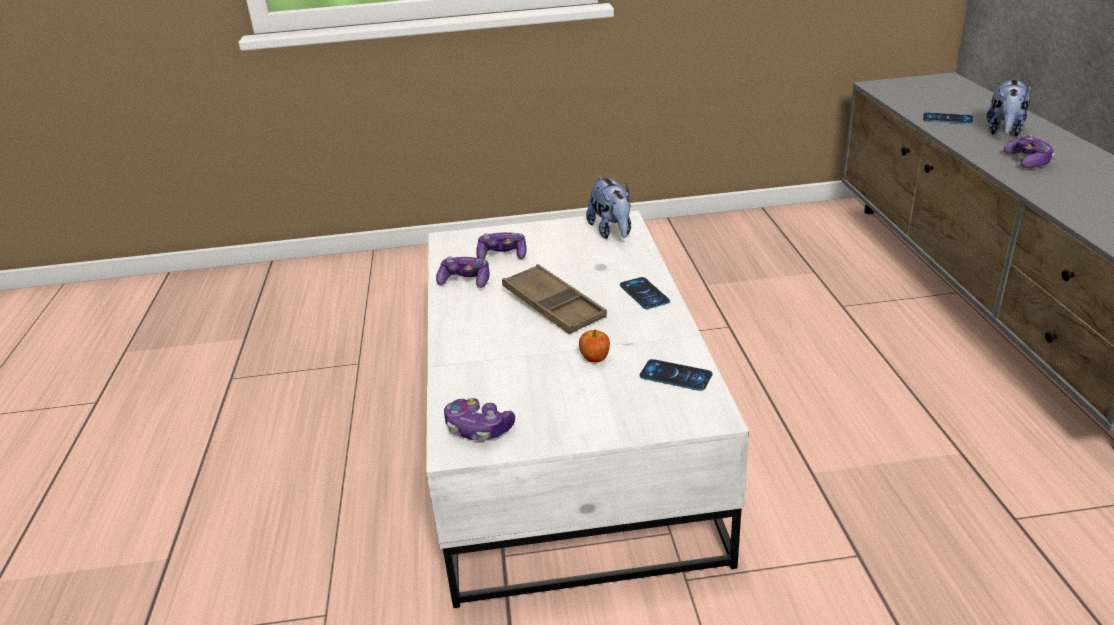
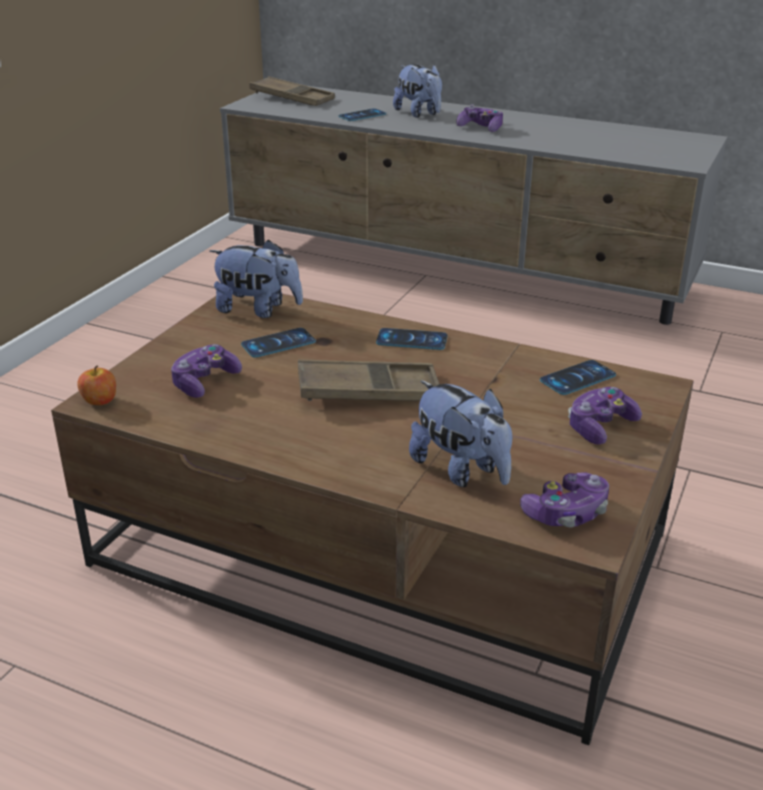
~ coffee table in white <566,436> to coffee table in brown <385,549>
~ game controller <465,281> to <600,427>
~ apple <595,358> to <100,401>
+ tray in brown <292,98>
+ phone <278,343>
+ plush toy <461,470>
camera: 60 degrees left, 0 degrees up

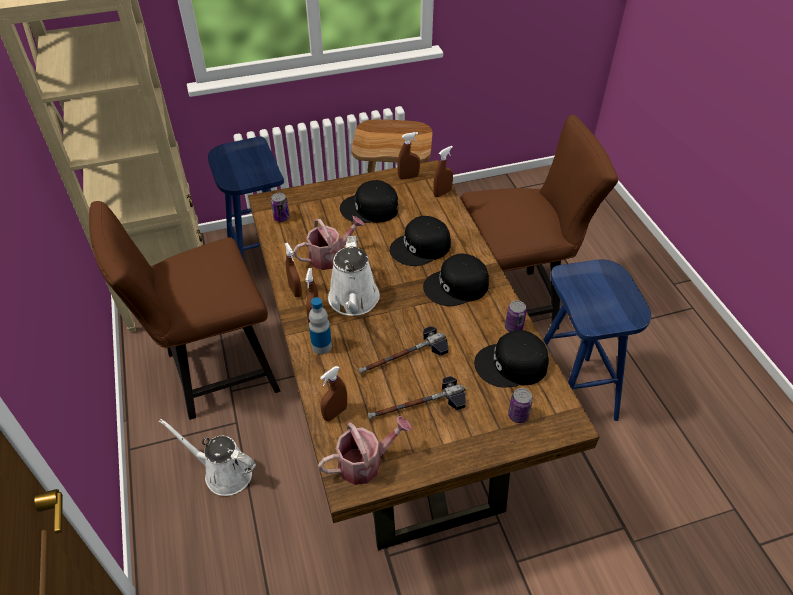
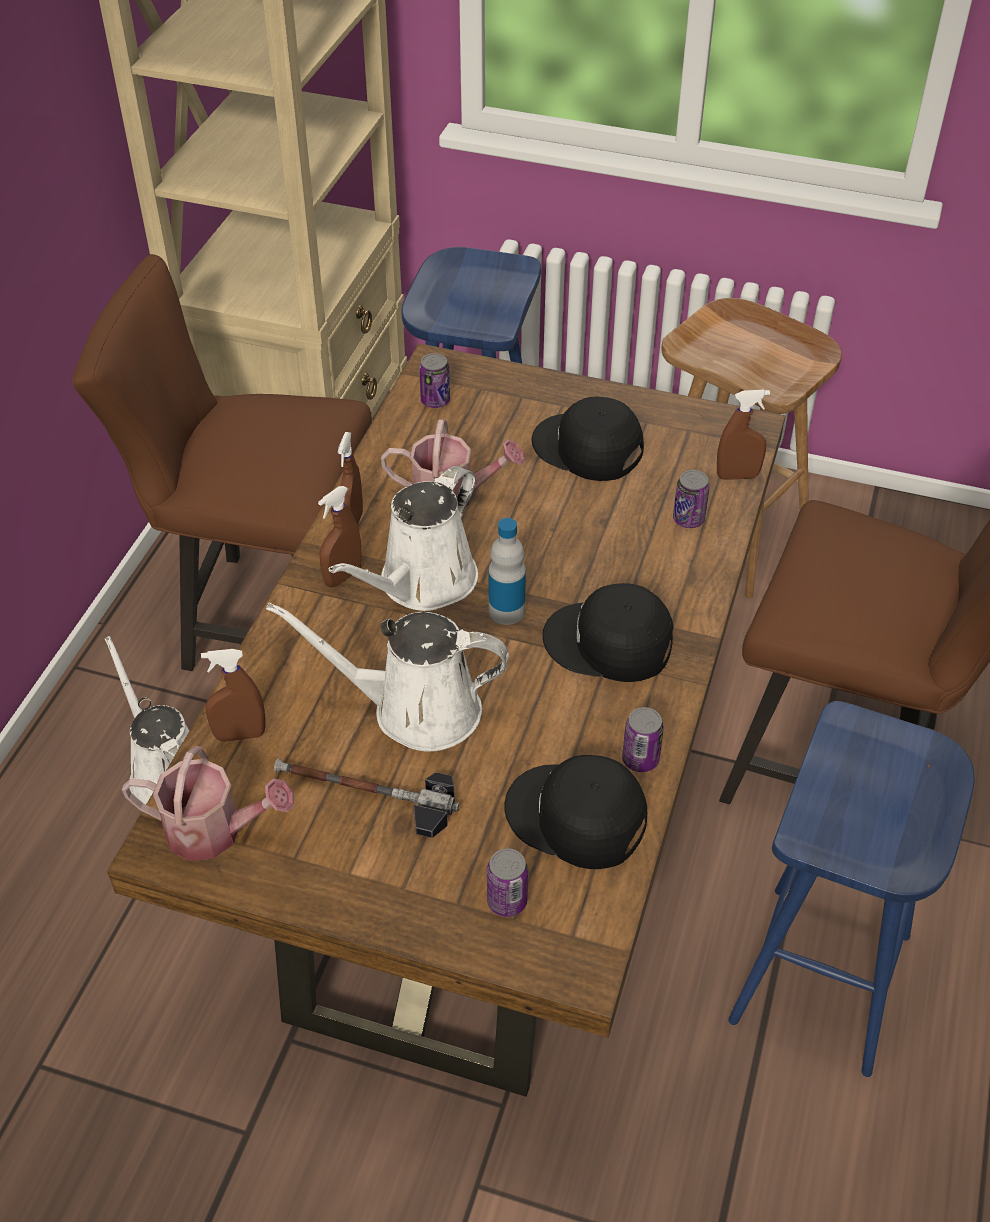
- spray bottle in brown <408,177>
- cap in black <421,247>
~ bottle <321,346> to <506,611>
~ hammer <403,357> to watering can in white <415,709>
+ can <688,519>
camera: 35 degrees right, 0 degrees up

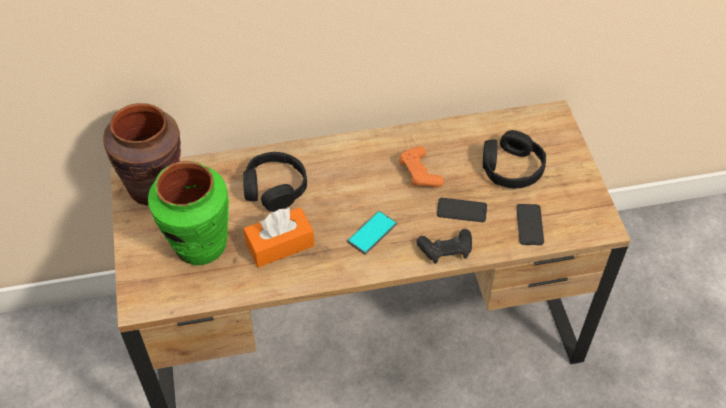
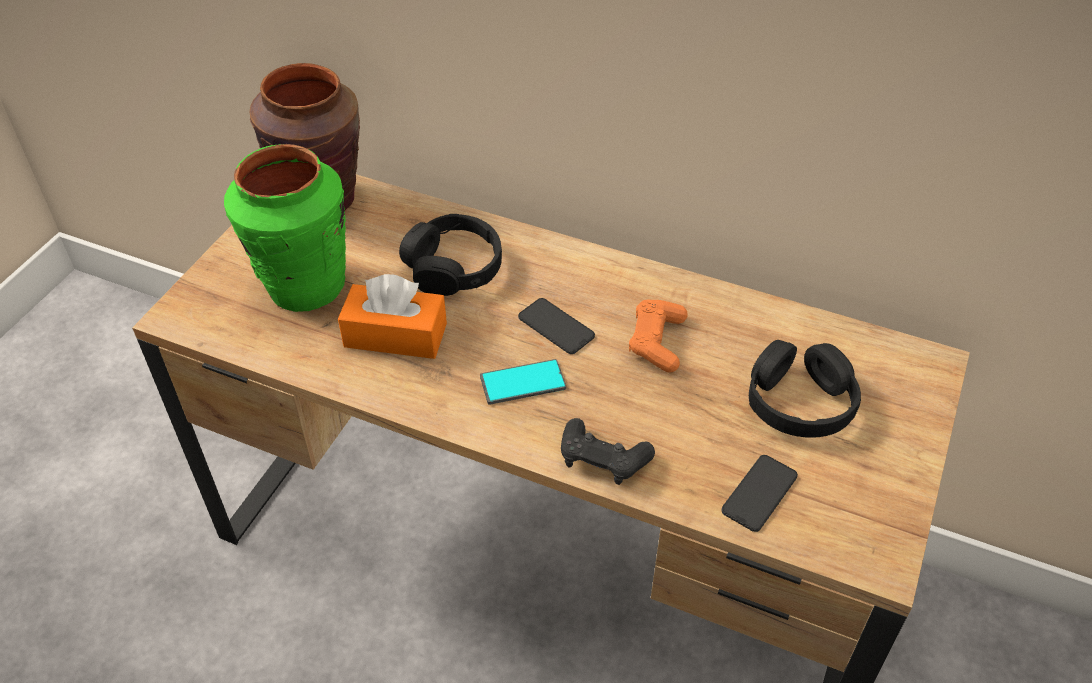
~ phone <461,210> to <556,326>
camera: 35 degrees right, 5 degrees down

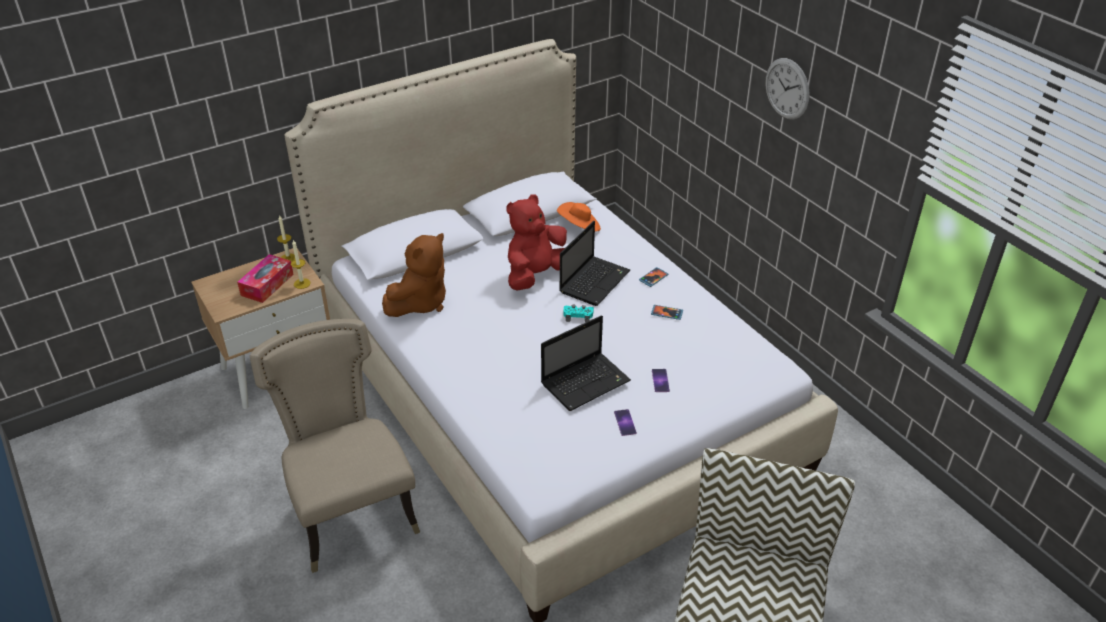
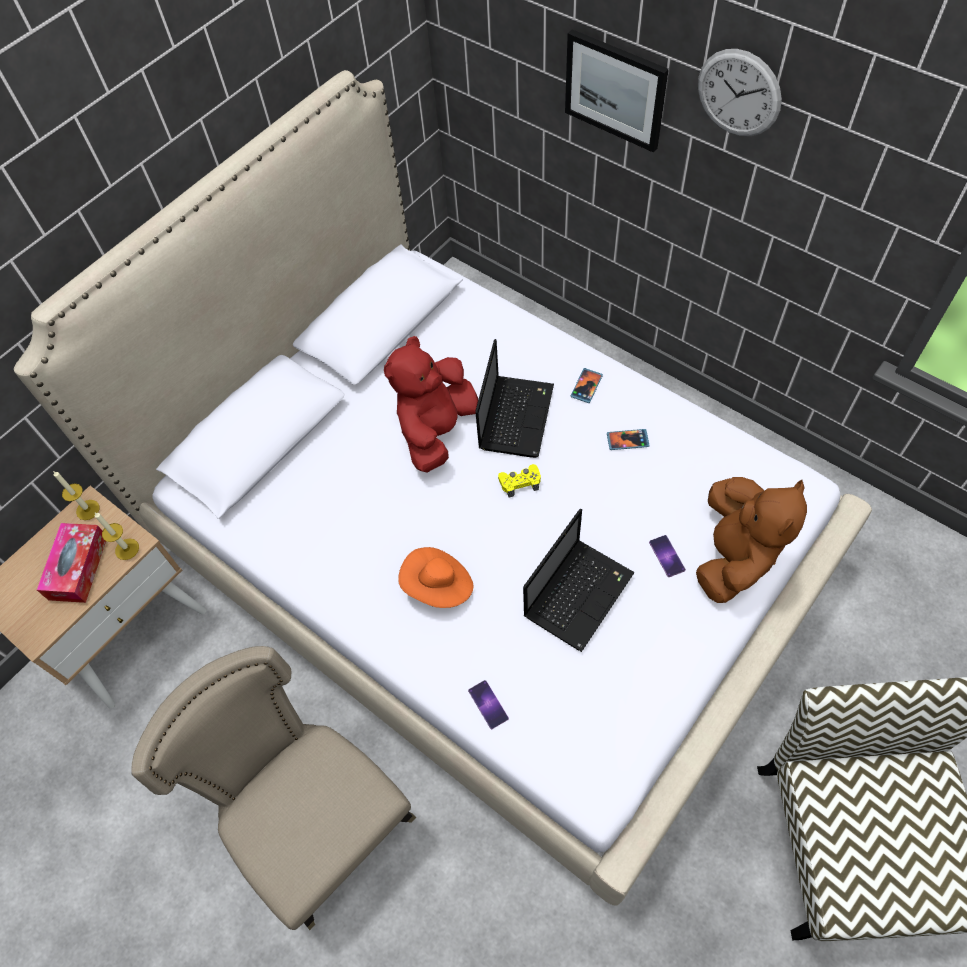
~ hat in orange <579,227> to <438,586>
~ plush toy in brown <420,302> to <734,556>
~ game controller in turquoise <578,316> to game controller in yellow <520,482>
~ phone <625,422> to <488,704>
+ picture <615,90>
camera: 15 degrees left, 20 degrees up

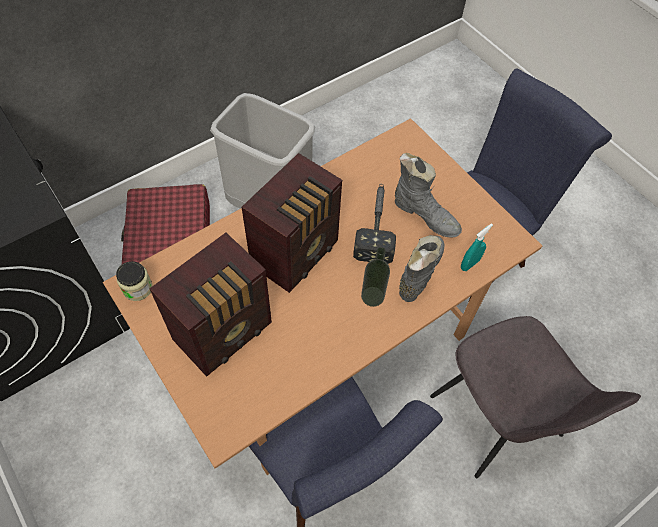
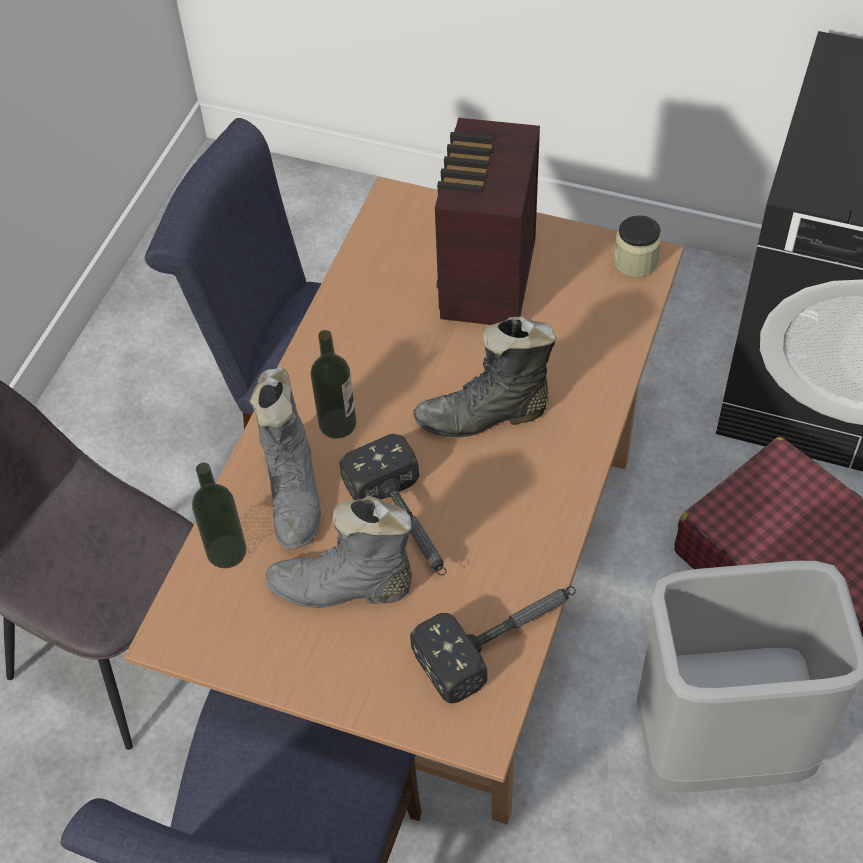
~ radio <297,253> to boot in black <484,416>
~ spray bottle in turquoise <469,264> to bottle <226,551>
+ hammer <502,639>
camera: 150 degrees right, 5 degrees down

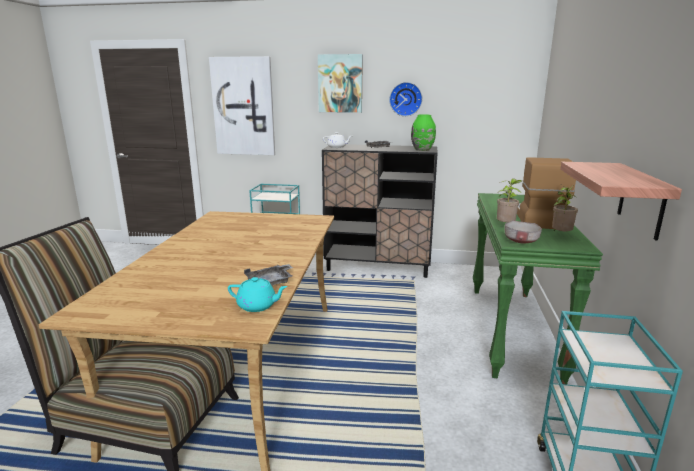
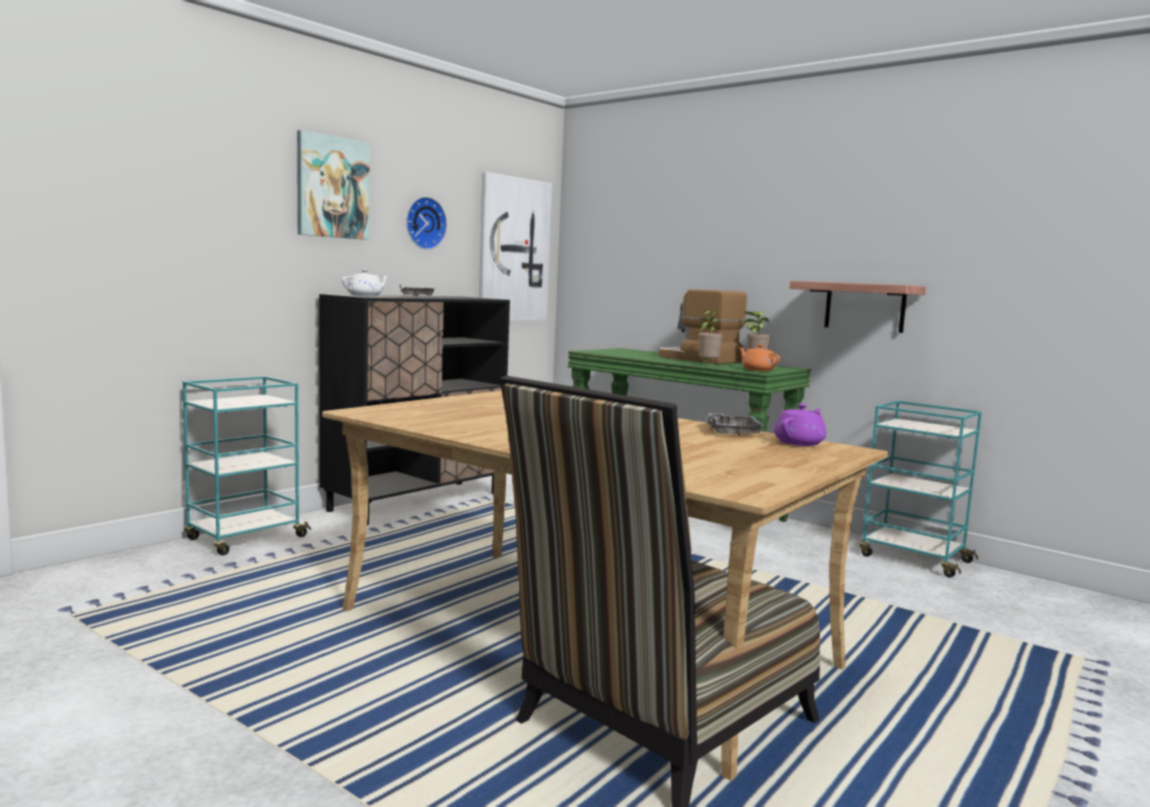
~ picture <243,106> to <513,250>
- vase in green <422,150>
~ bowl in grey <520,241> to teapot in orange <757,370>
~ teapot in turquoise <258,306> to teapot in purple <799,443>
camera: 60 degrees left, 10 degrees down

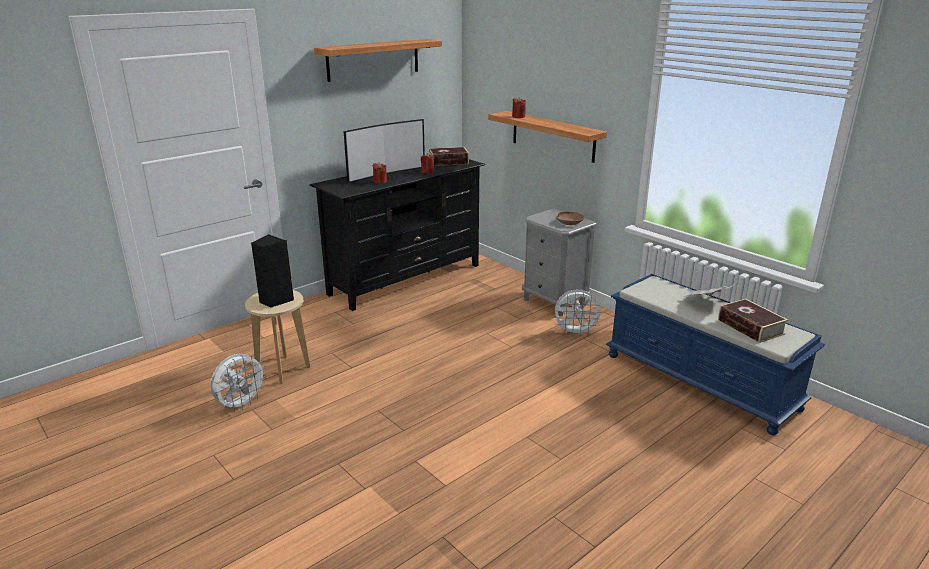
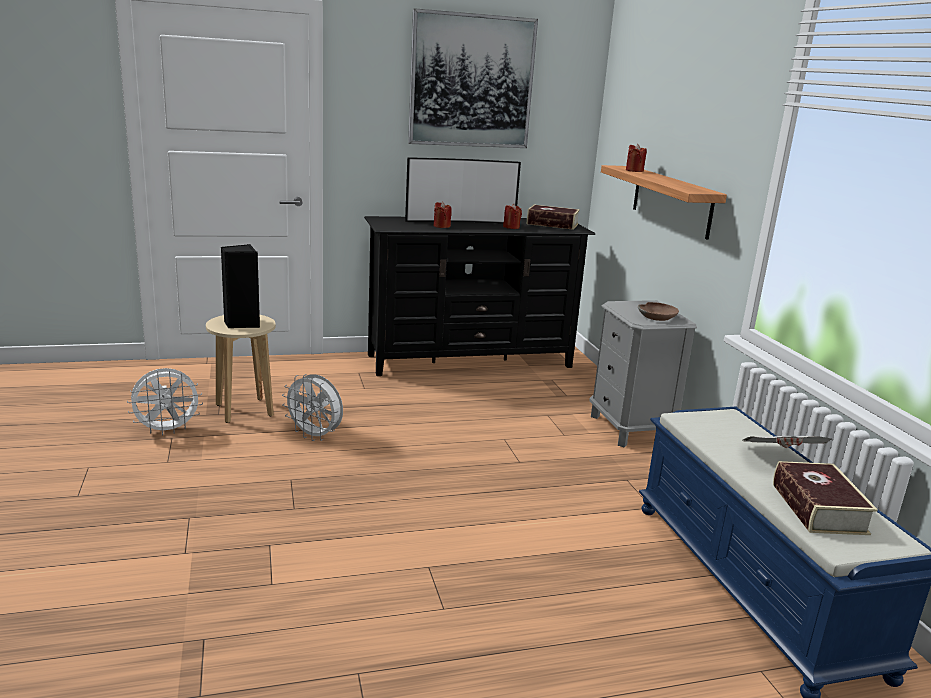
~ shelf <373,59> to picture <471,81>
~ fan in white <575,332> to <315,436>
camera: 25 degrees right, 5 degrees down

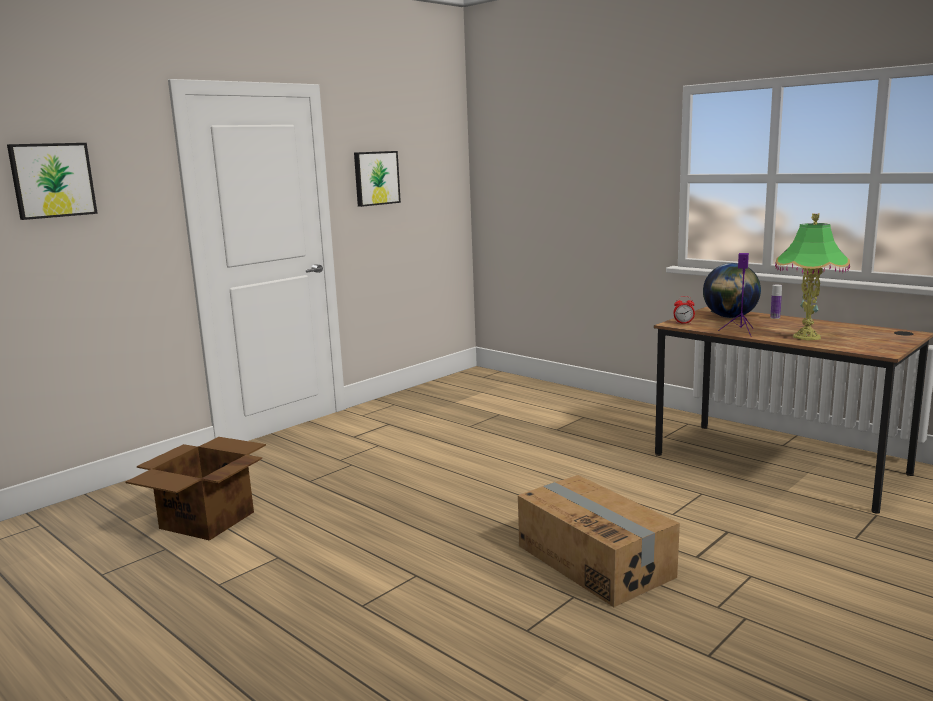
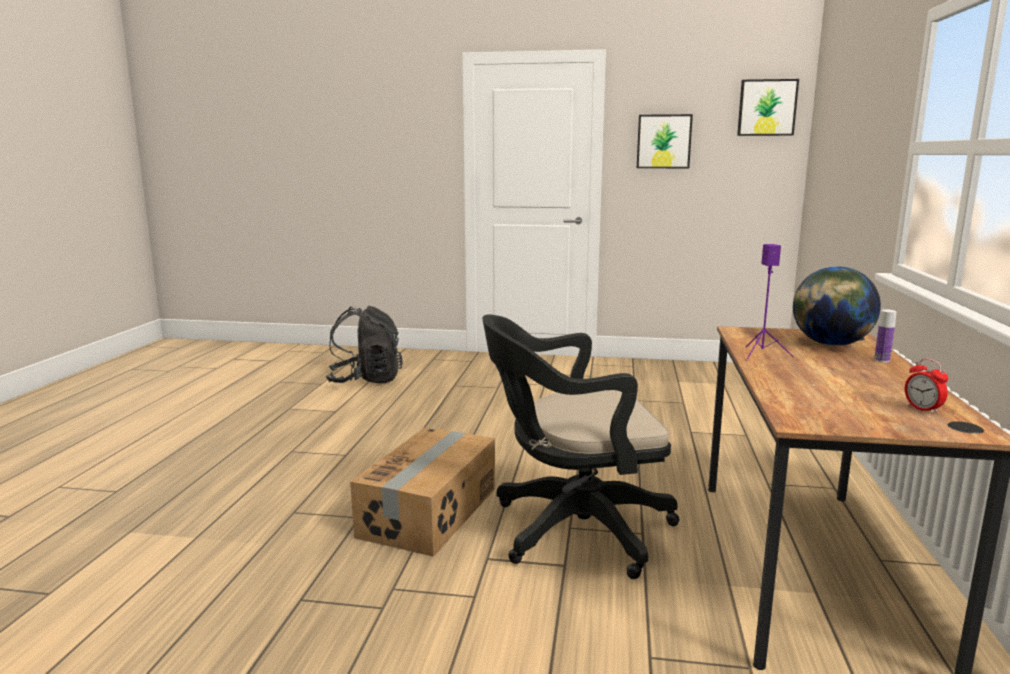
~ picture <52,180> to <767,108>
- table lamp <806,337>
~ alarm clock <683,323> to <922,409>
~ cardboard box <206,520> to backpack in black <365,380>
+ office chair in black <572,530>
camera: 55 degrees right, 0 degrees up

